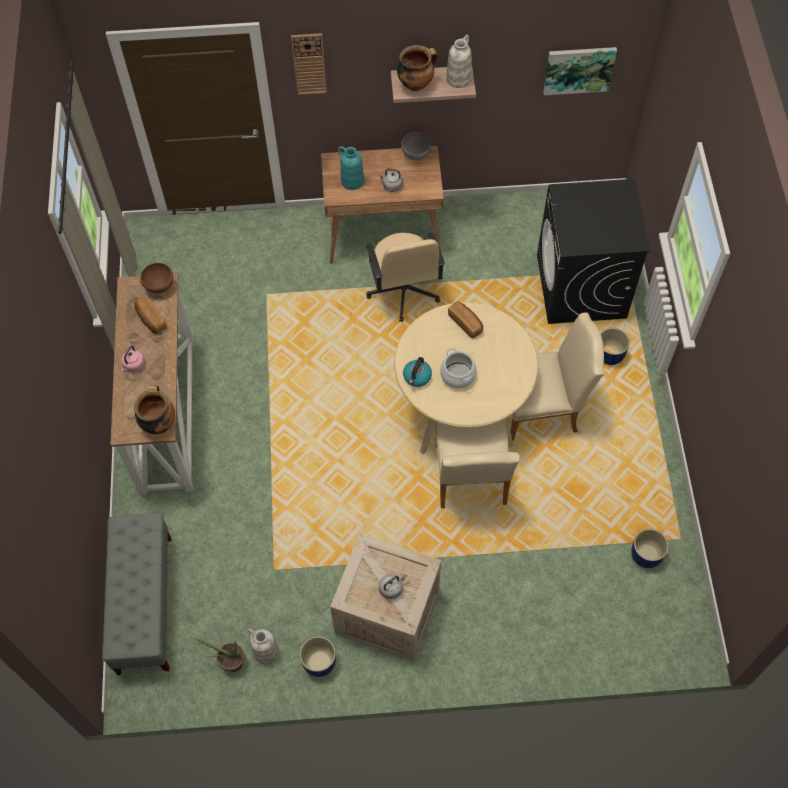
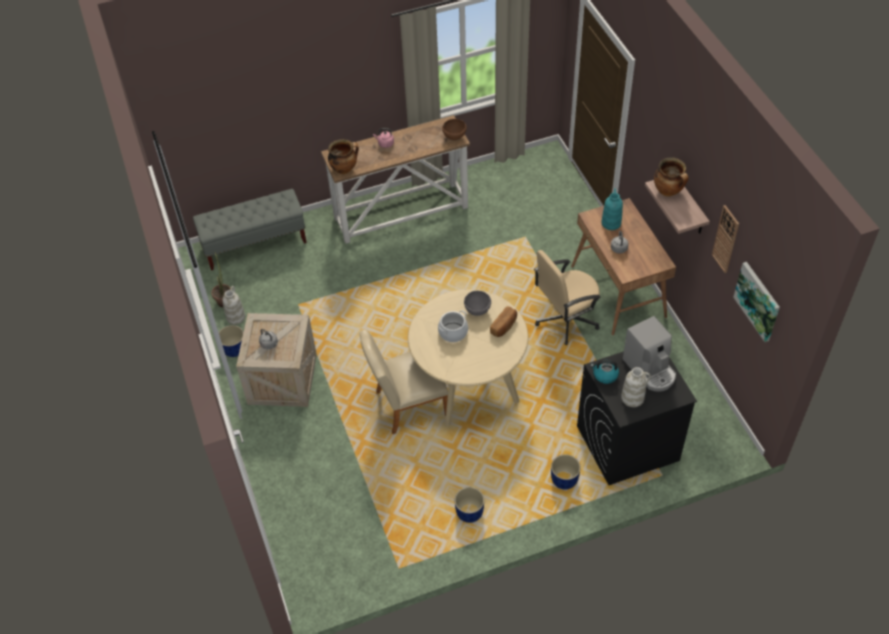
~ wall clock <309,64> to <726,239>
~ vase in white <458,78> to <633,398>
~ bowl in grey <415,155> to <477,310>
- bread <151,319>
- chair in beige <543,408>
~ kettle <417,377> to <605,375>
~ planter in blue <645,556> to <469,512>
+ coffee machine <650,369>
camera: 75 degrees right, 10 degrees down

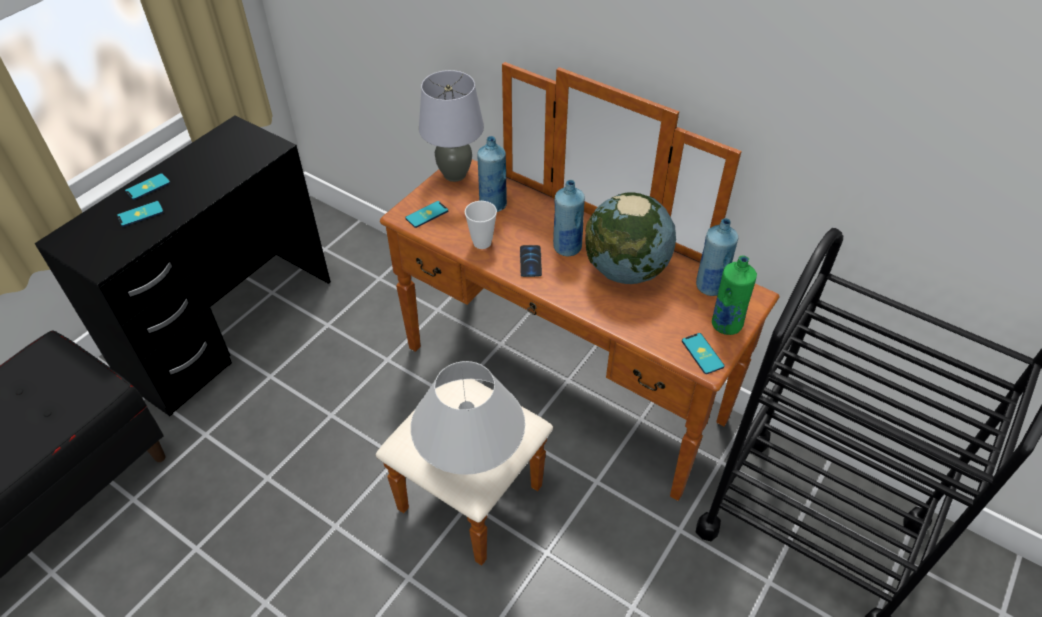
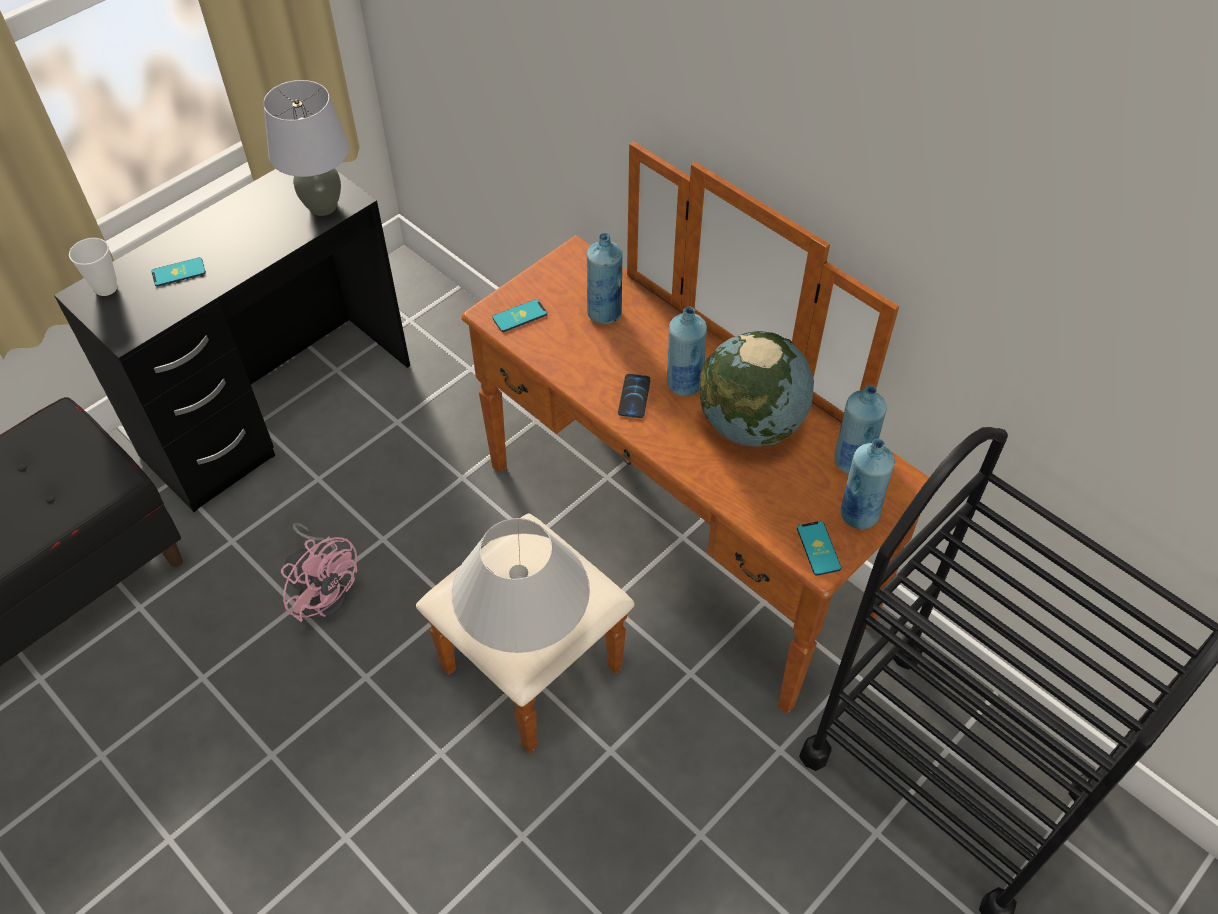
~ table lamp in grey <454,174> to <323,206>
- phone <148,187>
~ cup <482,242> to <106,288>
~ bottle in green <726,324> to bottle in blue <858,514>
+ fan in pink <324,590>
camera: 10 degrees right, 5 degrees up

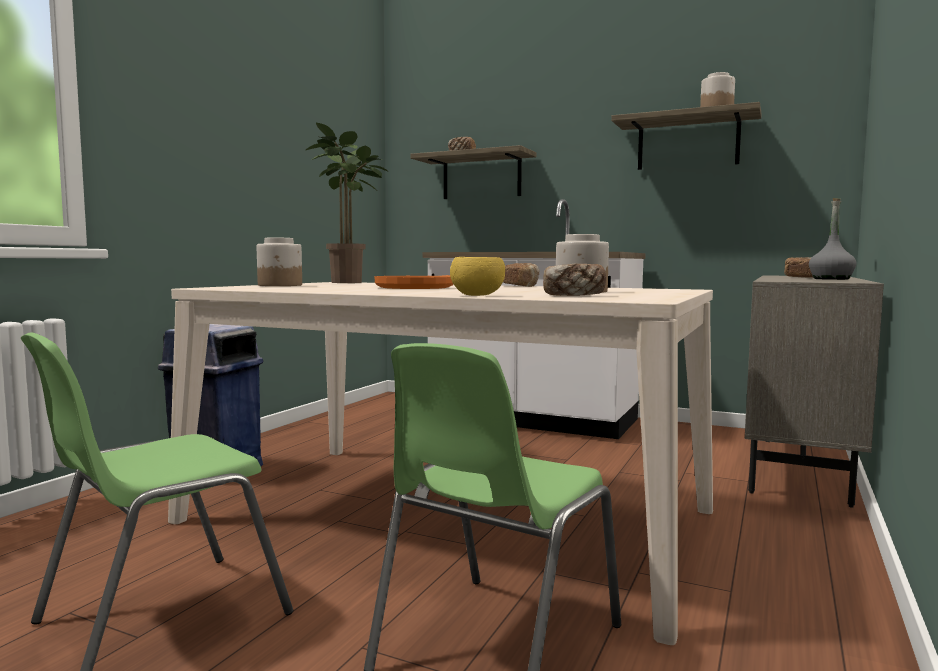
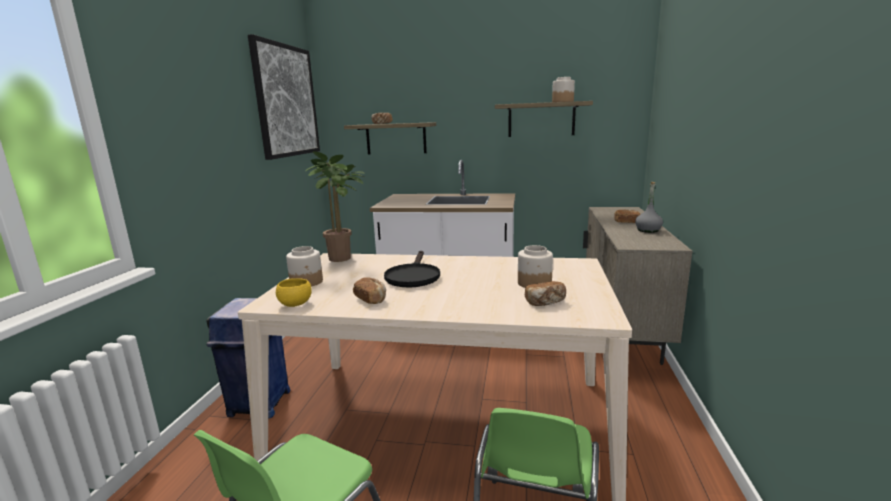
~ bowl in yellow <477,295> to <295,304>
~ bread <521,286> to <371,299>
~ frying pan in orange <419,287> to frying pan in black <413,276>
+ picture <286,101>
camera: 15 degrees left, 10 degrees up

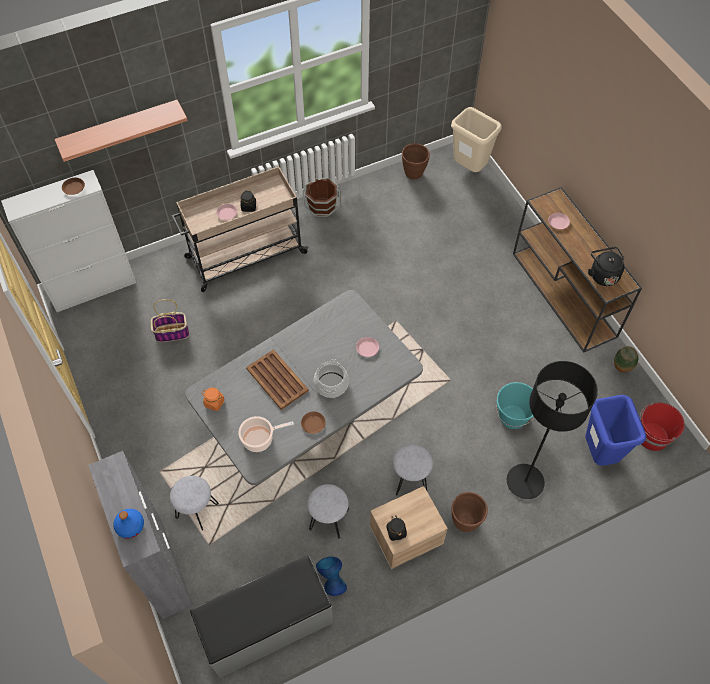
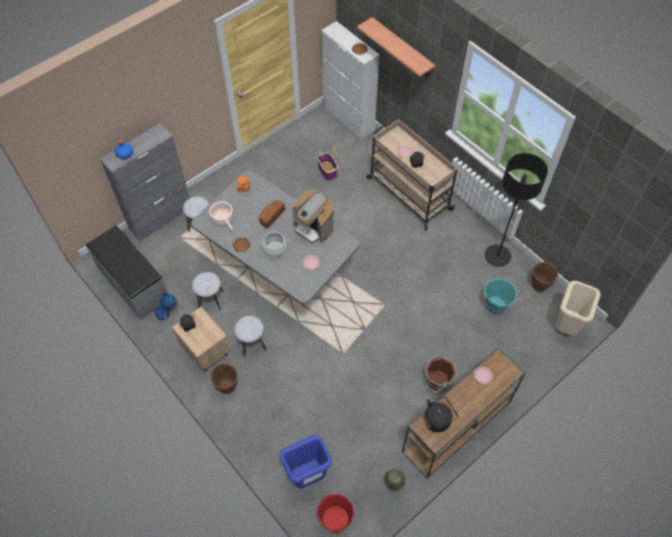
~ bucket in brown <322,208> to <437,381>
~ tray in brown <277,379> to bread <270,216>
~ floor lamp in black <525,482> to <497,256>
~ bucket in turquoise <512,417> to <495,305>
+ coffee machine <313,228>
camera: 75 degrees right, 0 degrees up

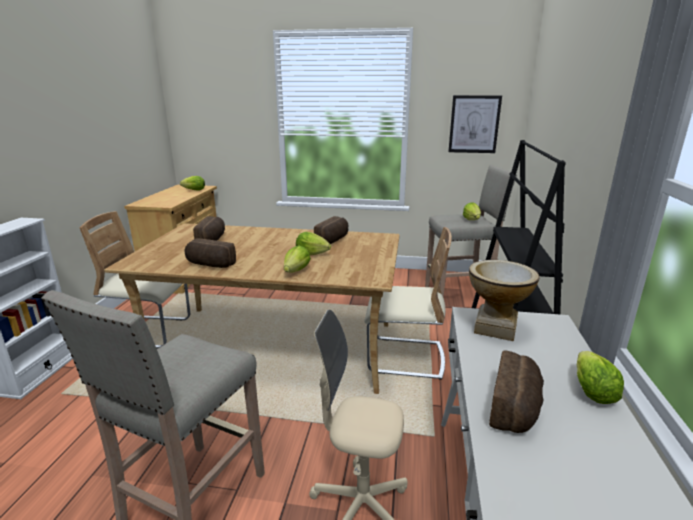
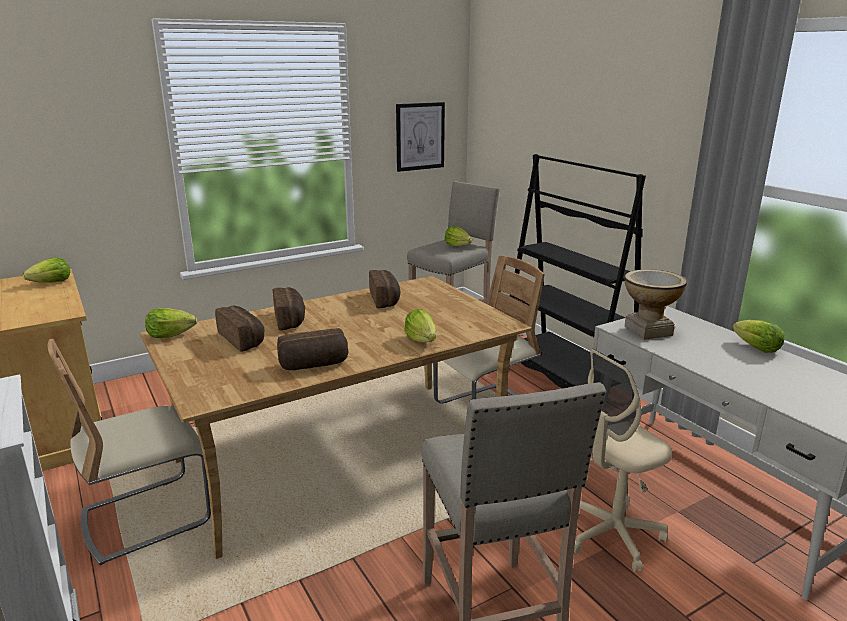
~ lettuce <312,254> to <170,335>
~ bread <515,408> to <291,319>
camera: 40 degrees left, 0 degrees up

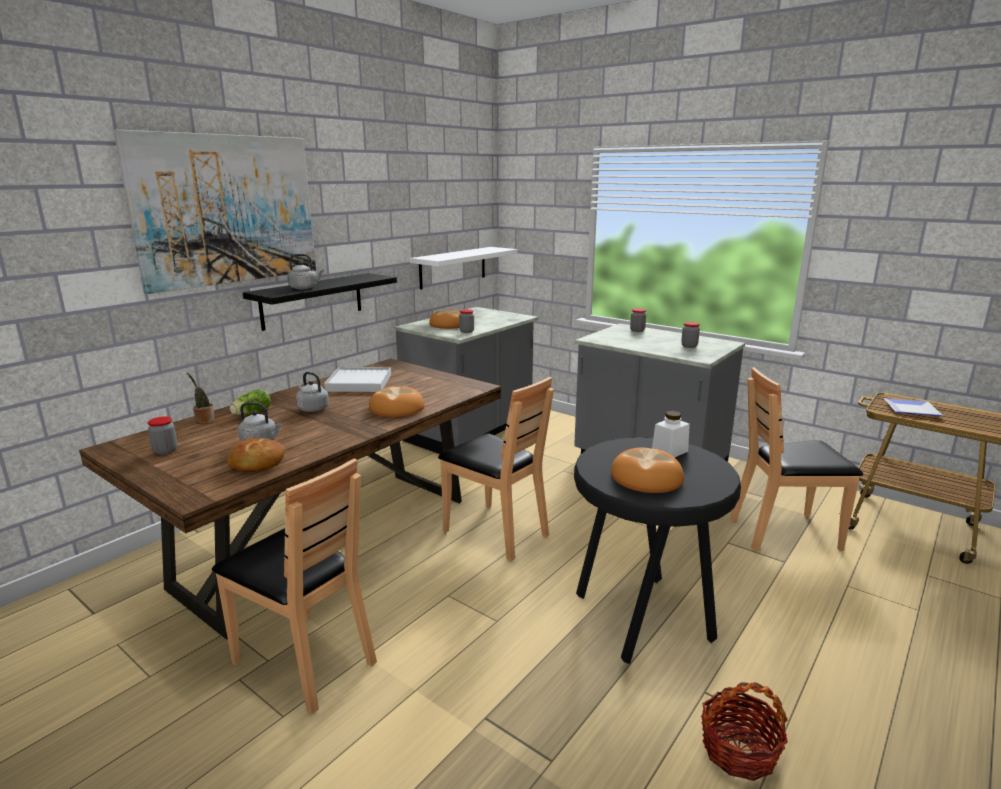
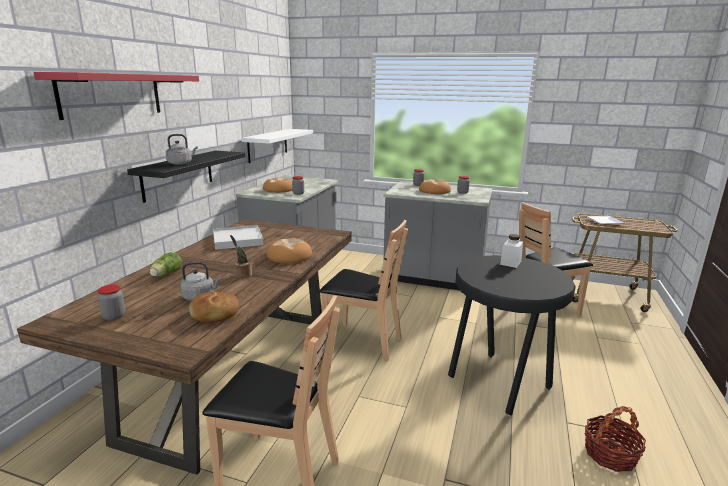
~ picture <227,210> to shelf in red <112,95>
- kettle in grey <312,408>
~ potted plant <204,420> to <242,275>
~ bread <647,478> to <435,191>
camera: 20 degrees left, 0 degrees up

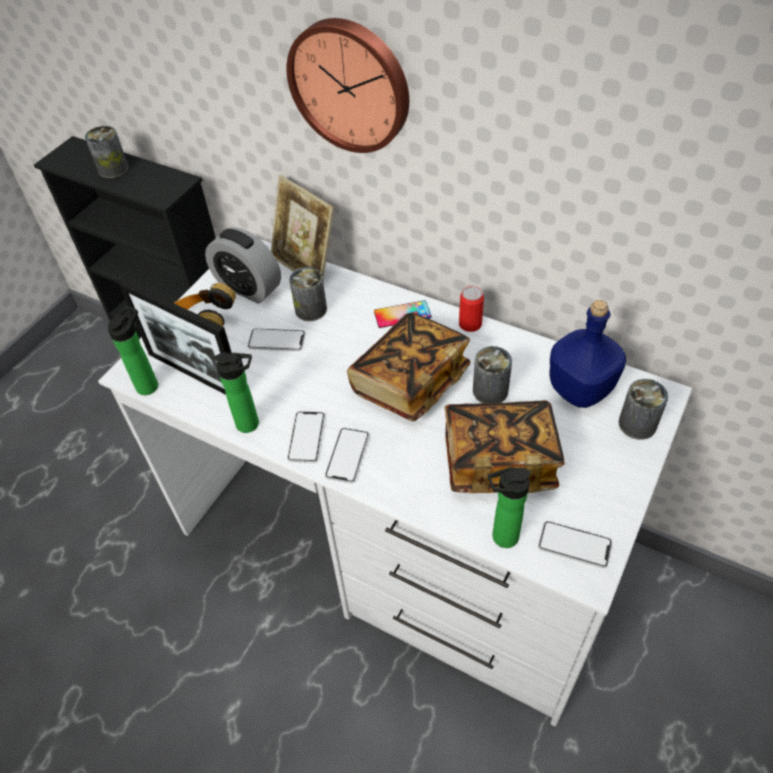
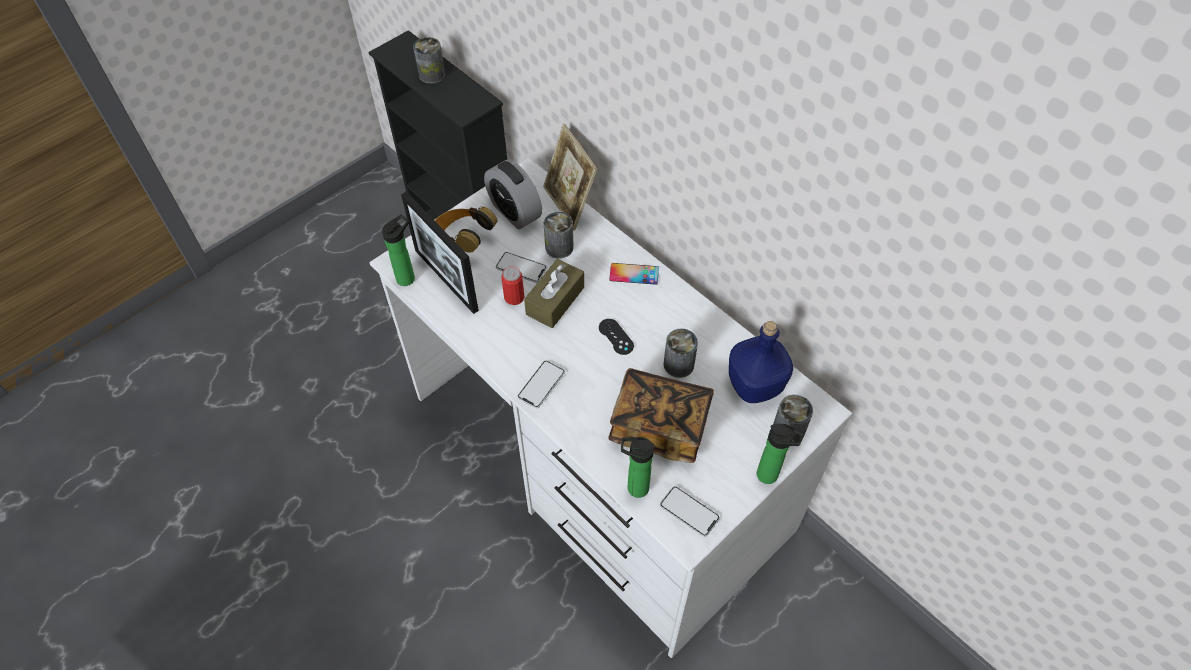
- wall clock <351,84>
~ can <470,324> to <514,297>
~ book <410,382> to game controller in black <616,337>
~ bottle <251,424> to <770,476>
- phone <306,437>
+ tissue box in brown <555,301>
camera: 15 degrees right, 5 degrees up

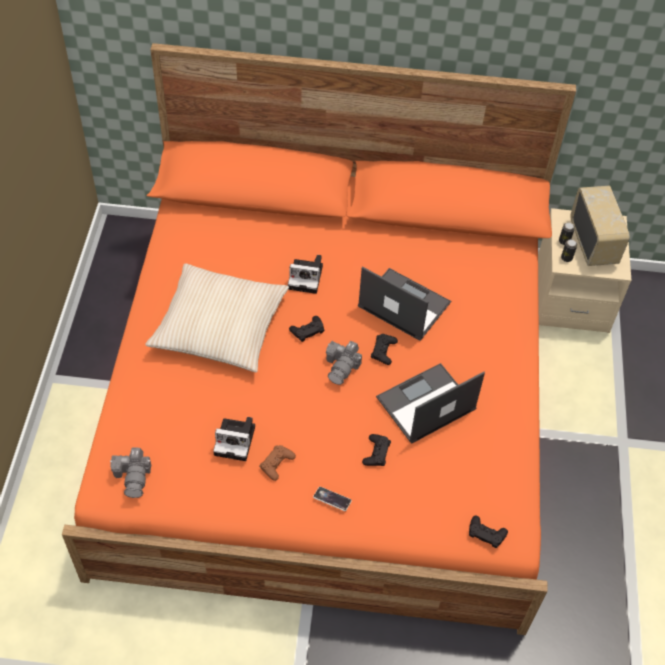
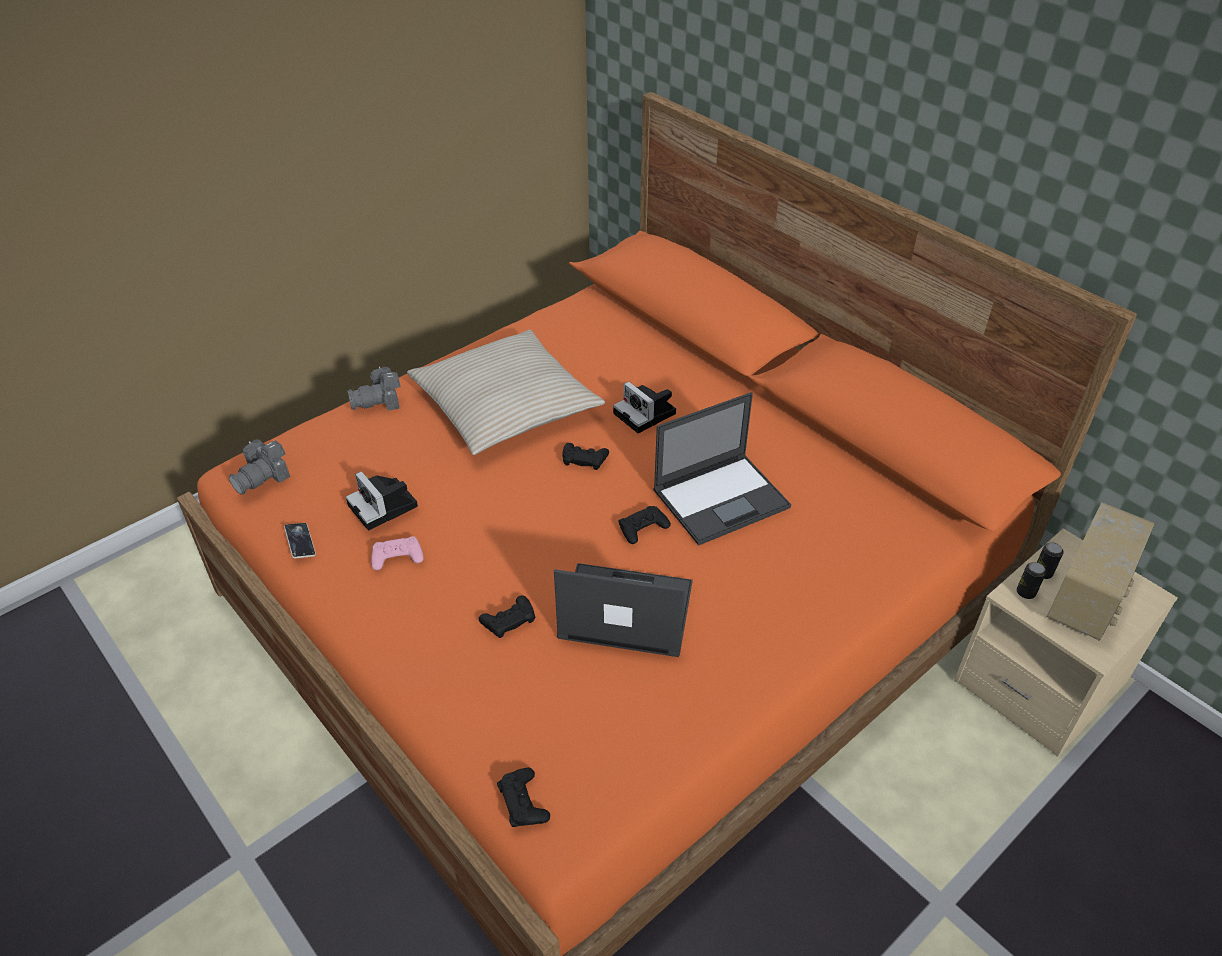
~ laptop <403,304> = <722,498> 75 degrees clockwise
~ photo camera <342,367> to <379,401>
~ game controller in brown <277,464> to game controller in pink <397,557>
~ phone <332,500> to <300,542>
camera: 45 degrees right, 10 degrees down

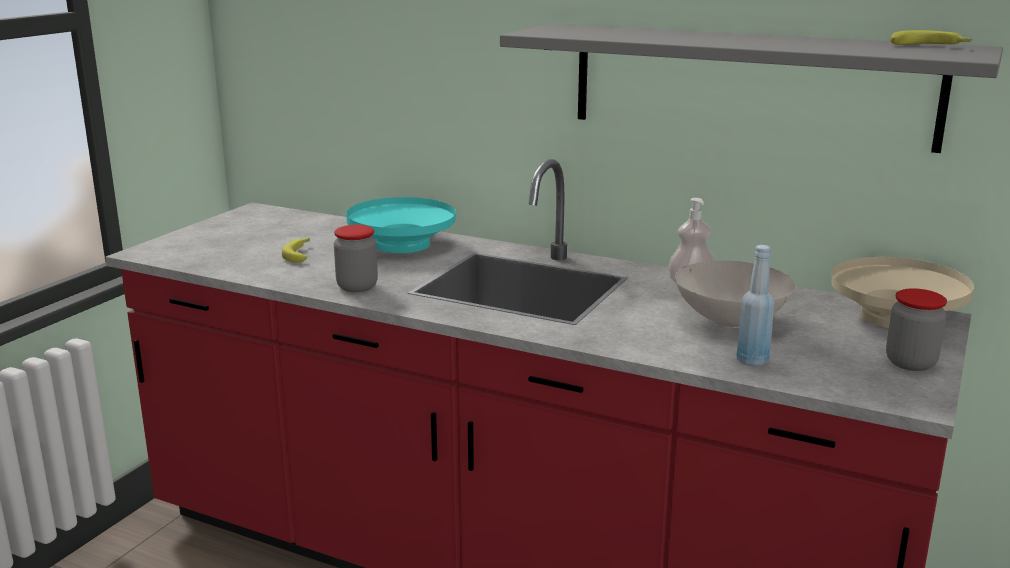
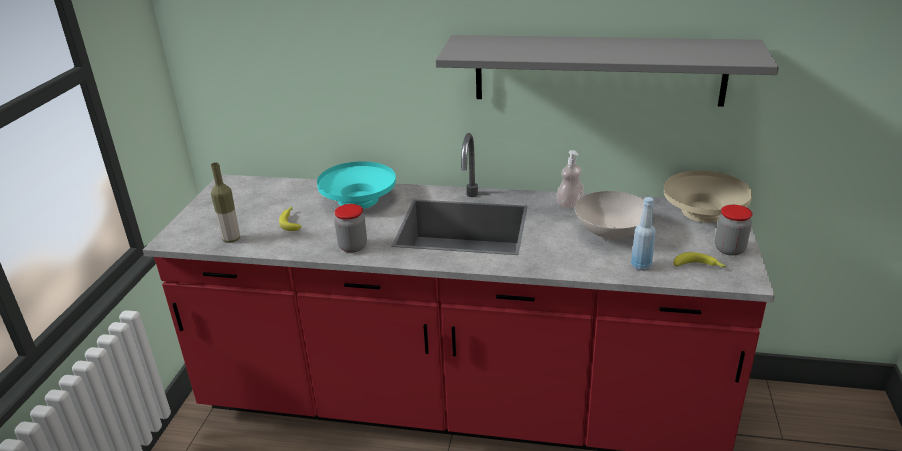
~ banana <931,46> to <699,267>
+ bottle <231,239>
camera: 15 degrees left, 10 degrees up

